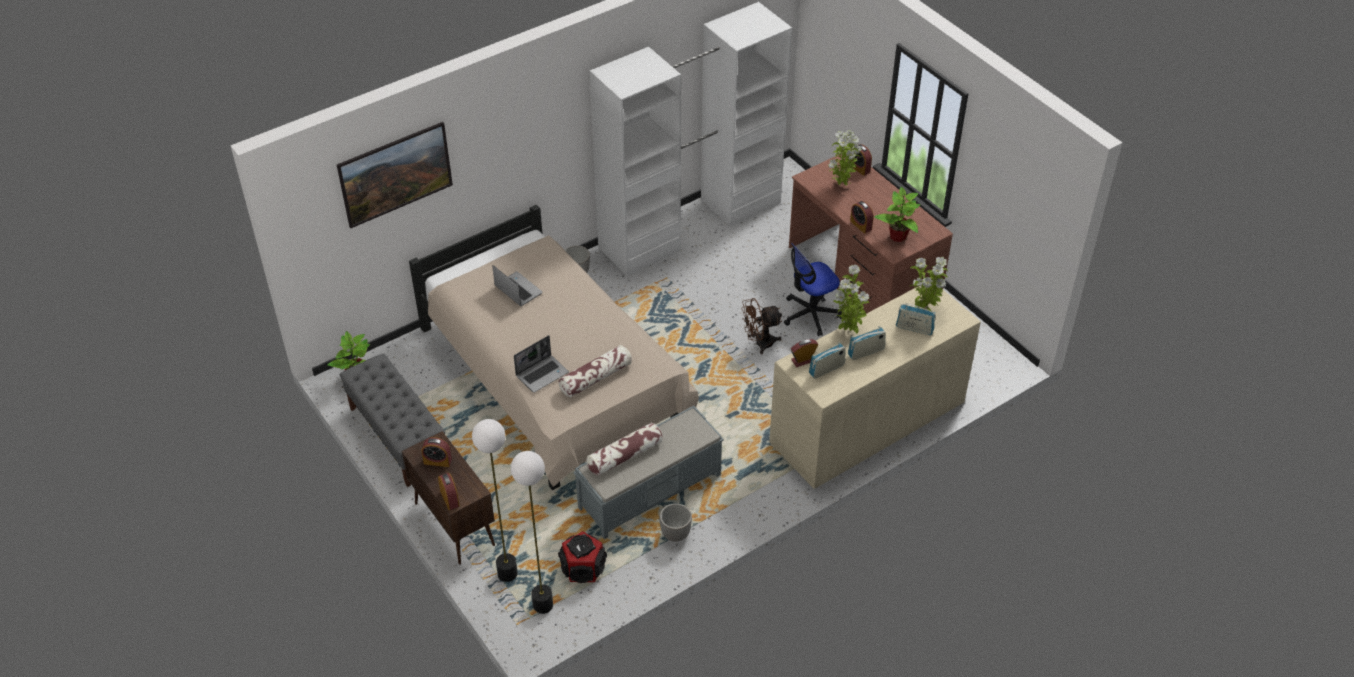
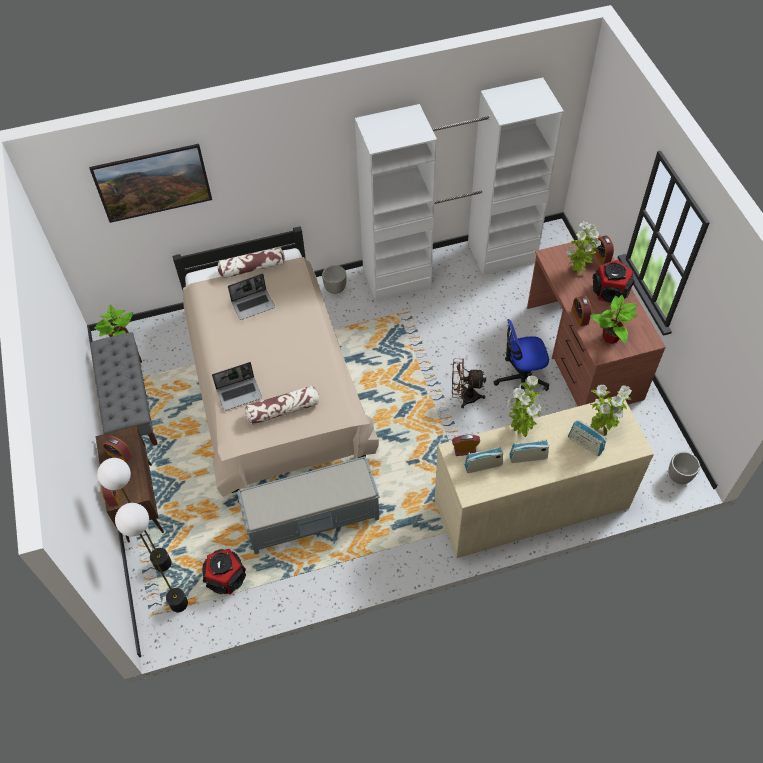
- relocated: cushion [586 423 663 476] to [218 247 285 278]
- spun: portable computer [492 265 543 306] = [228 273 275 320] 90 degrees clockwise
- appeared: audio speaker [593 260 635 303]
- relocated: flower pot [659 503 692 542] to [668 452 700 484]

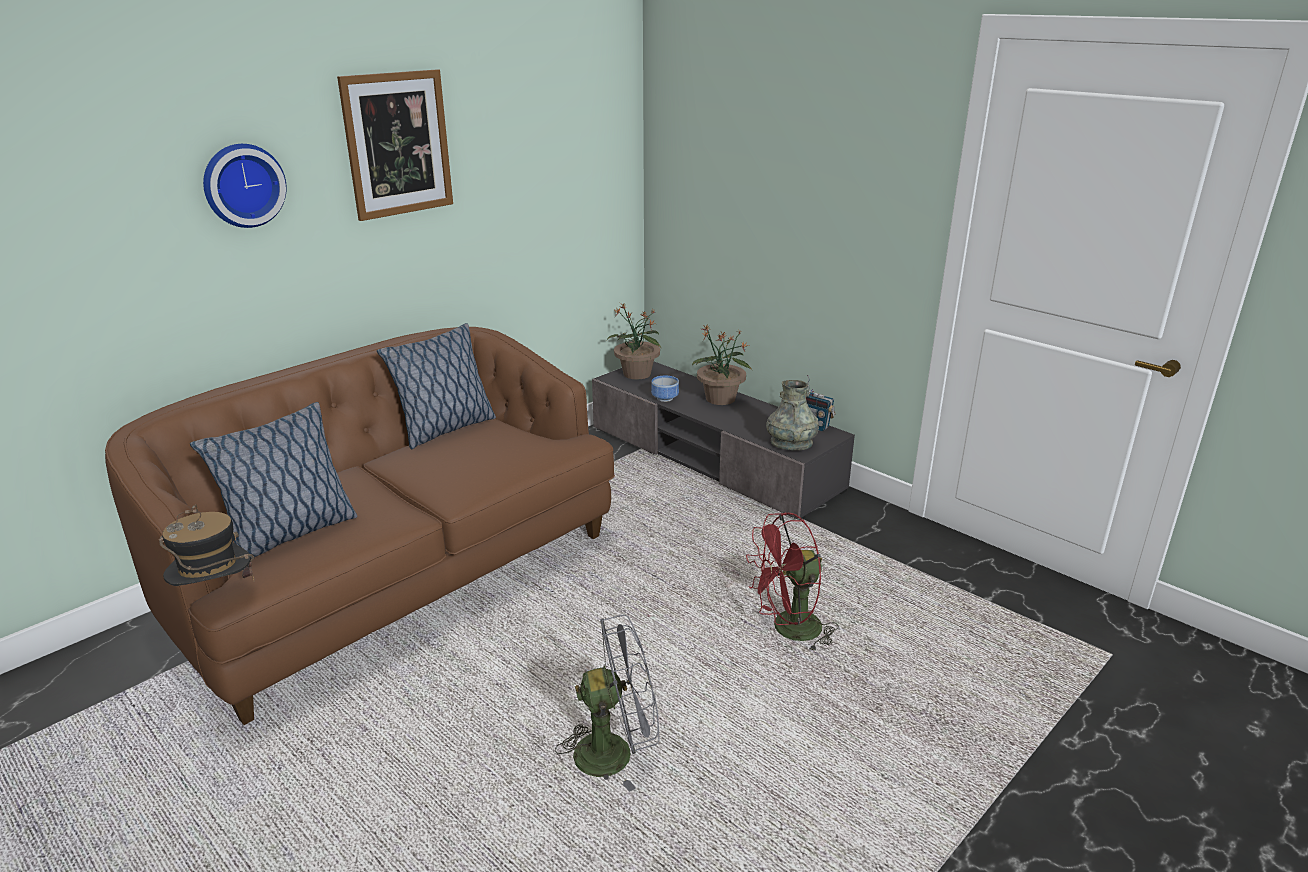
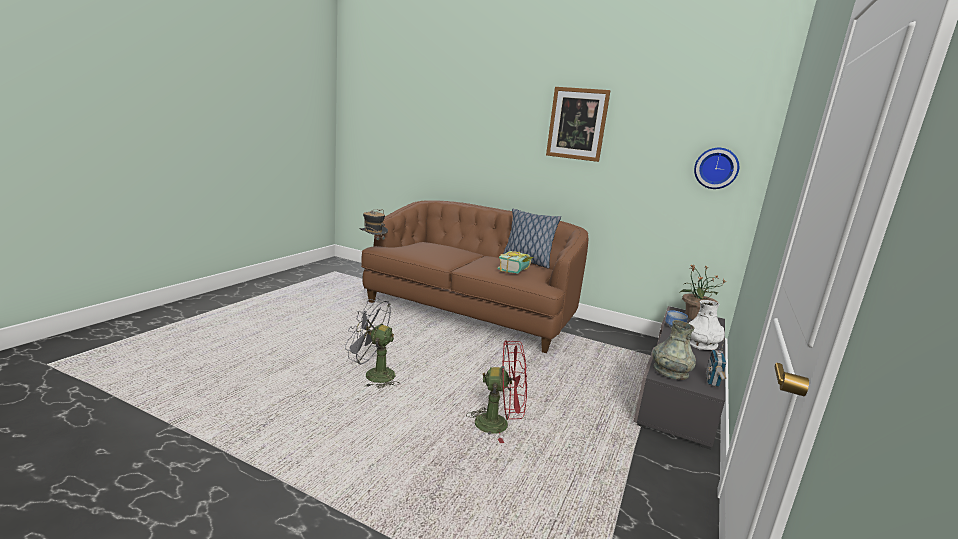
- spun: grey cooling fan [555 614 660 792] = [345 298 400 389] 135 degrees clockwise
- spun: reddish cooling fan [746 512 838 653] = [466 340 527 443] 135 degrees clockwise
- appeared: volume [498 251 533 274]
- exchanged: houseplant [692 325 753 405] to white decorative vase [689 300 725 350]
- relocated: hanging clock [203 144 287 228] to [694 148 739 189]
- missing: cushion [190 402 358 558]

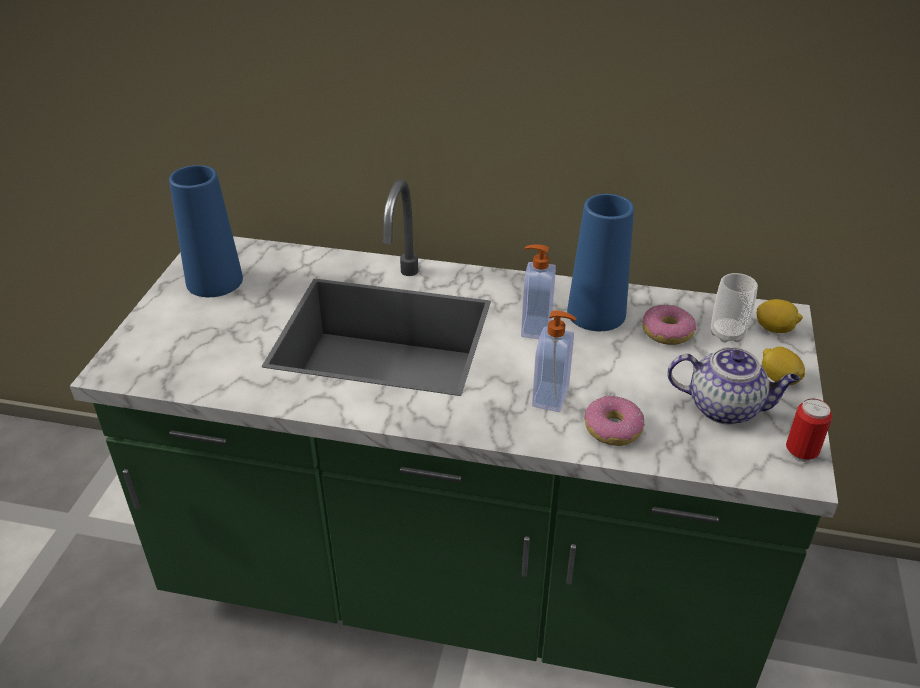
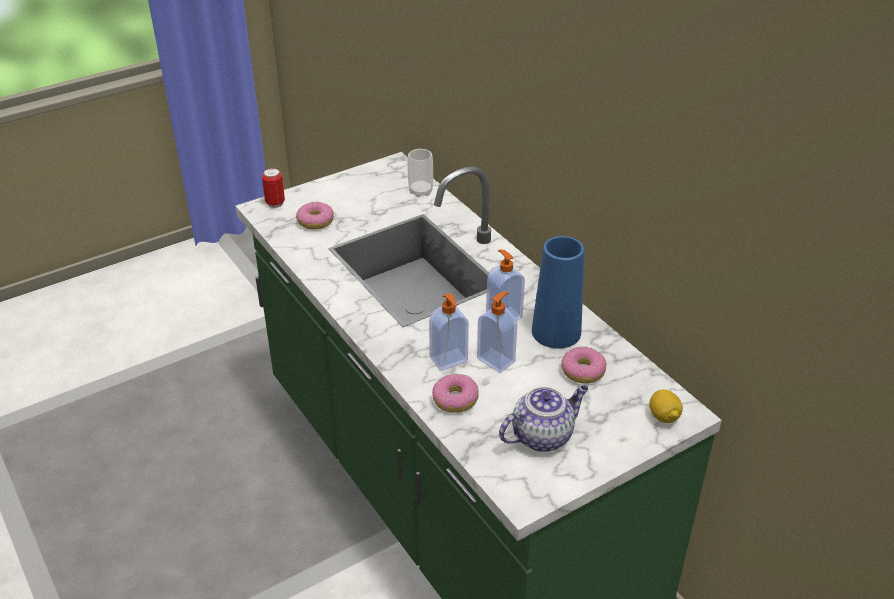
- relocated: sealed can [786 399 832 462] to [262 168 285 208]
- appeared: doughnut [296 202 334 230]
- relocated: cup [711 273 758 343] to [408 149 433 197]
- appeared: soap bottle [477 292 517 373]
- spun: pot for tea [667 347 800 425] = [499 385 588 452] 90 degrees counterclockwise
- missing: blue decorative vase [169 165 243 297]
- missing: whole lemon [762 347 805 385]

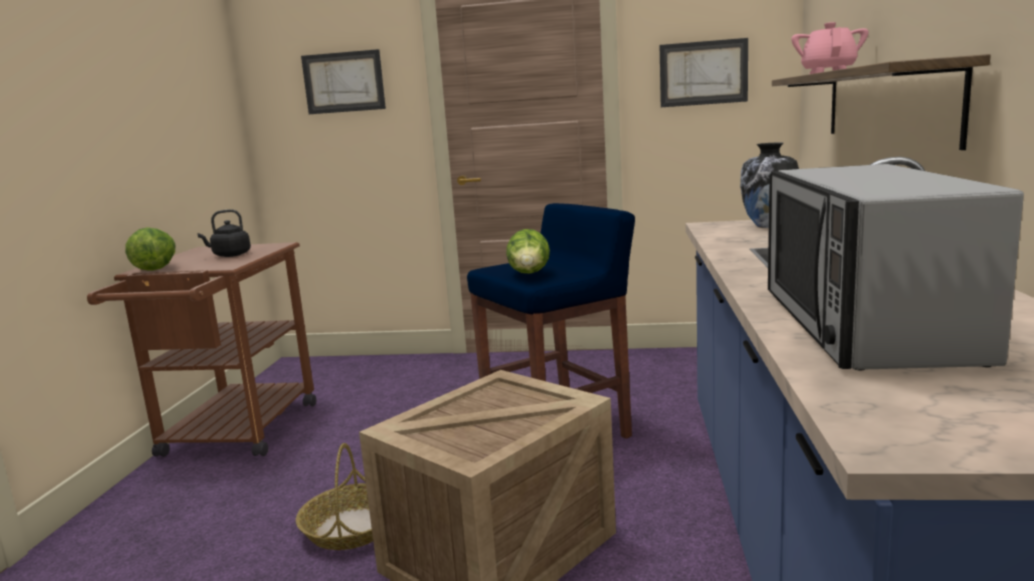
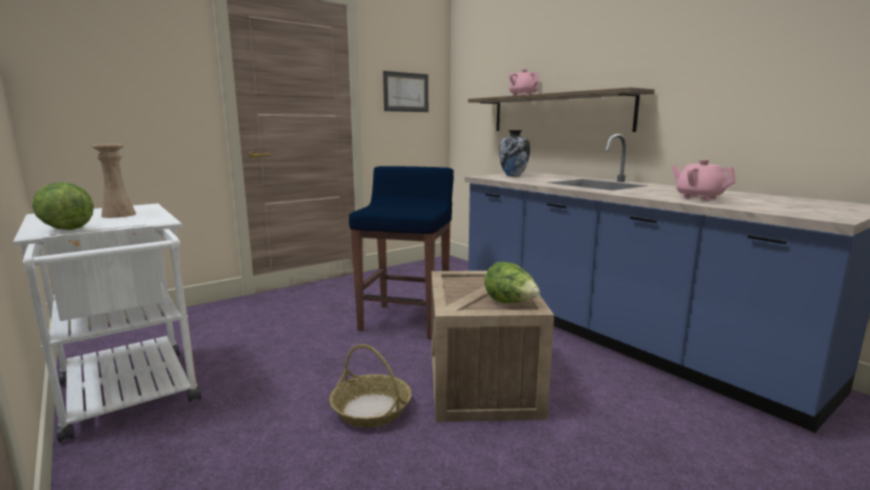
- colour: brown cart [87 242 316 457] to white cart [13 204 201 442]
- exchanged: blackish tea kettle [198 209 251 257] to beige-coloured decorative vase [91 144 136 218]
- relocated: head of lettuce [506 229 550 274] to [484 262 540 303]
- exchanged: microwave oven [768 164 1024 371] to pink pot for tea [671 159 736 201]
- missing: picture [301 49 386 114]

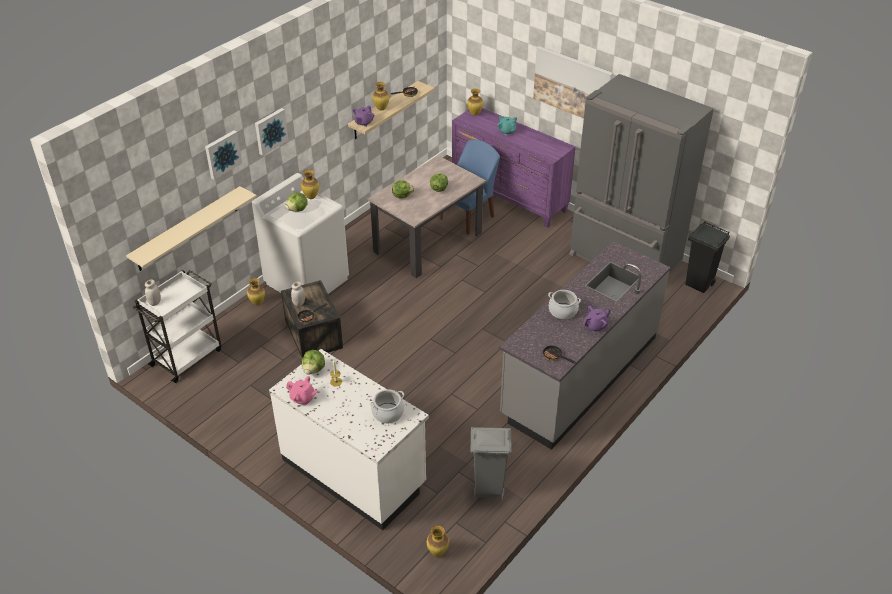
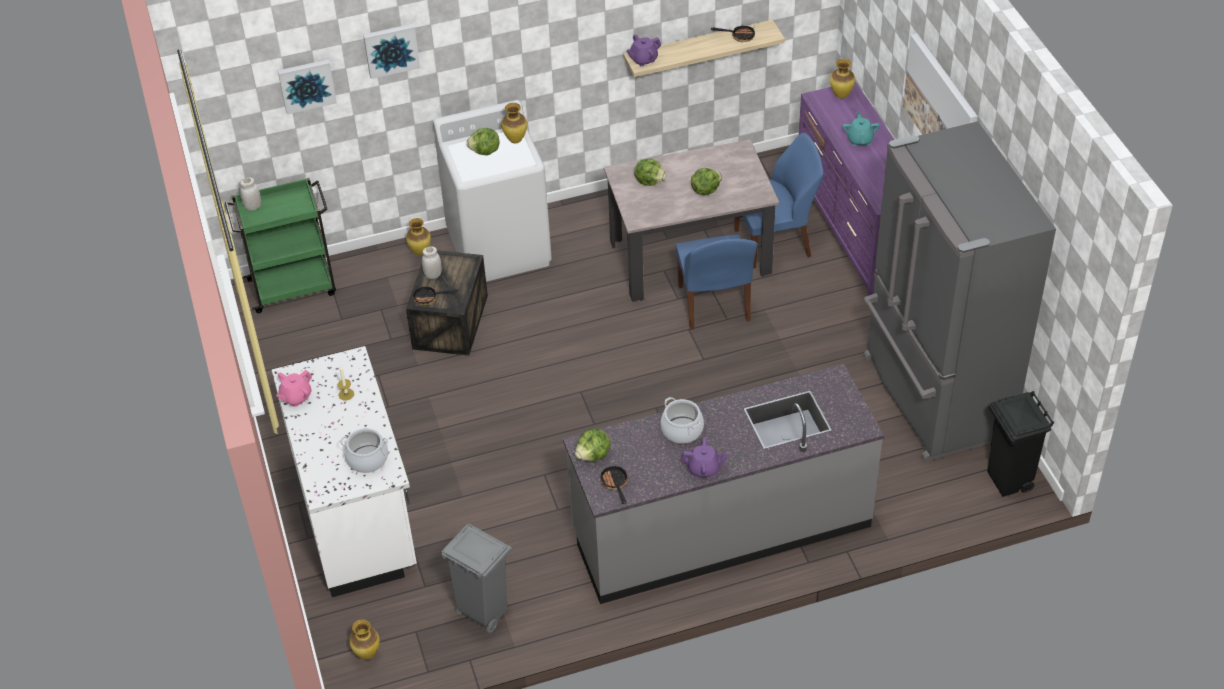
- colour: white cart [132 270 221 383] to greenish cart [225 178 336 313]
- spun: pink pot for tea [286 376 318 405] = [276 370 312 407] 75 degrees clockwise
- relocated: picture [255 108 288 156] to [278 60 337 114]
- relocated: head of lettuce [302 350 325 375] to [575 429 611 461]
- appeared: blue upright chair [676 235 757 330]
- missing: beige-coloured bracket shelf [126 186 257 271]
- missing: decorative vase [372 82 389 111]

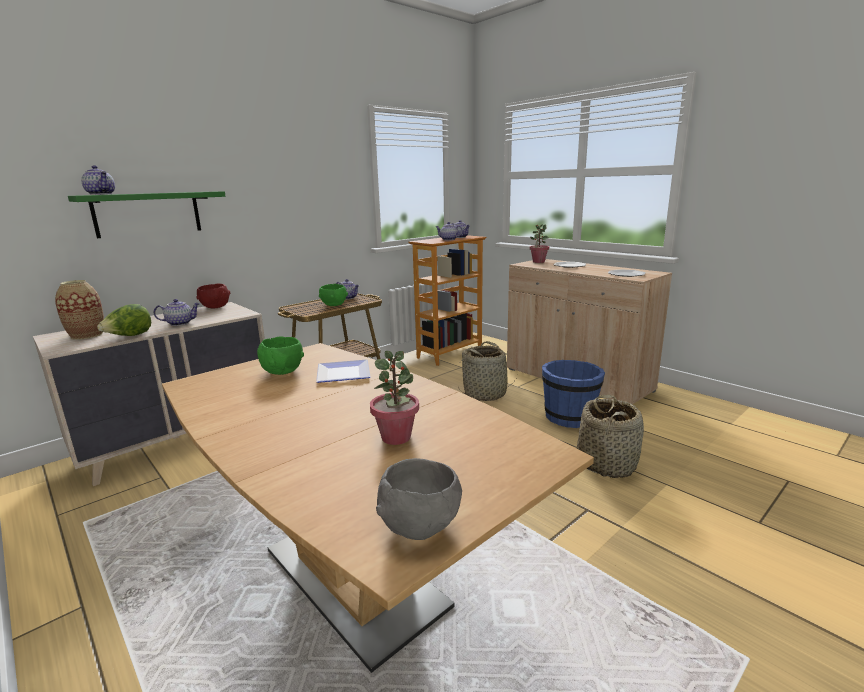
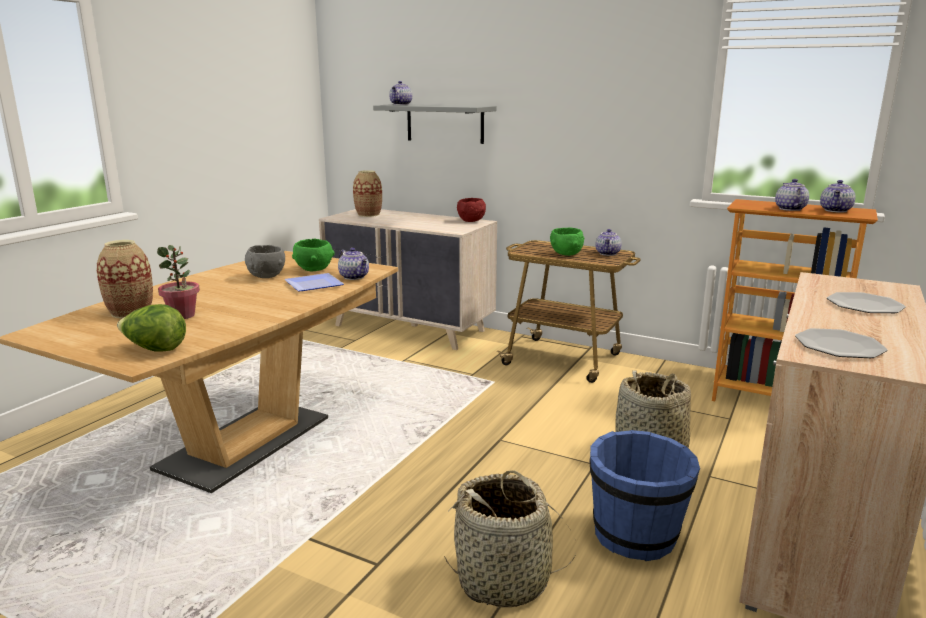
- appeared: decorative vase [97 240 153 318]
- relocated: head of lettuce [97 304 151 336] to [117 304 186 351]
- relocated: grey bowl [376 458 462 540] to [245 245 285 278]
- relocated: pot for tea [154 299 200 326] to [338 248 369 280]
- colour: greenish bracket shelf [68 191 226 238] to grey bracket shelf [373 104 497 144]
- missing: houseplant [529 224 549 263]

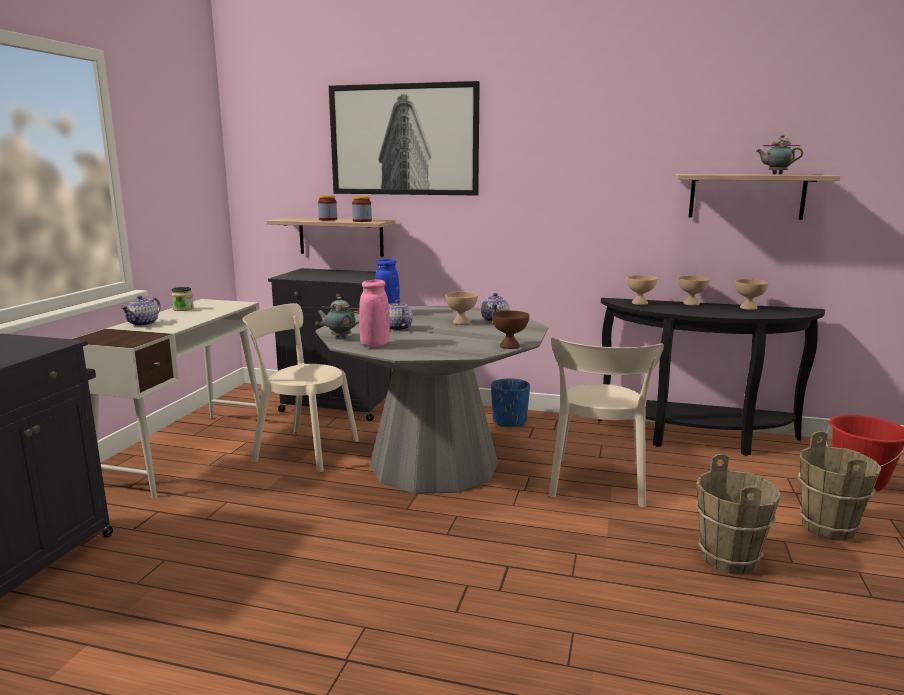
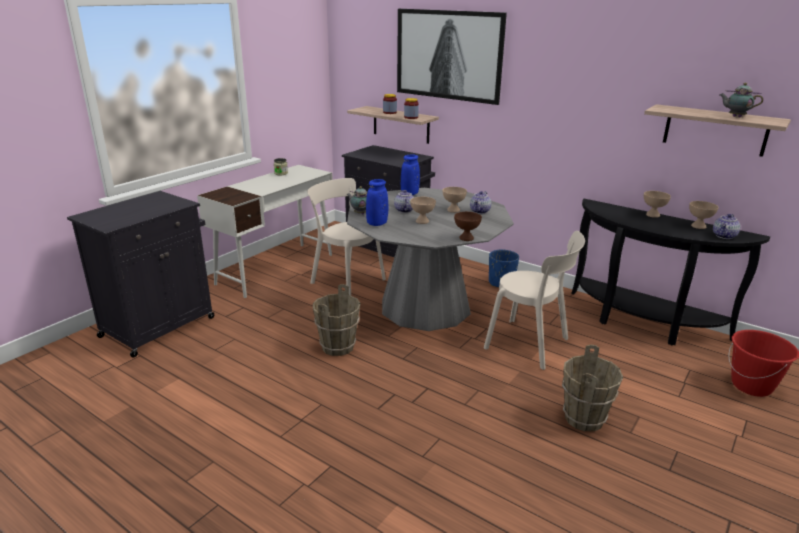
- relocated: brown bucket [798 431 882 541] to [313 284 360 356]
- colour: pink decorative vase [359 280 390 347] to blue decorative vase [366 179 388 226]
- relocated: beige-coloured bowl [626 275 657 305] to [410 197 436 224]
- spun: beige-coloured upright chair [548 337 664 507] = [484 231 585 370] 90 degrees counterclockwise
- relocated: pot for tea [121 295 161 326] to [713 214 740 239]

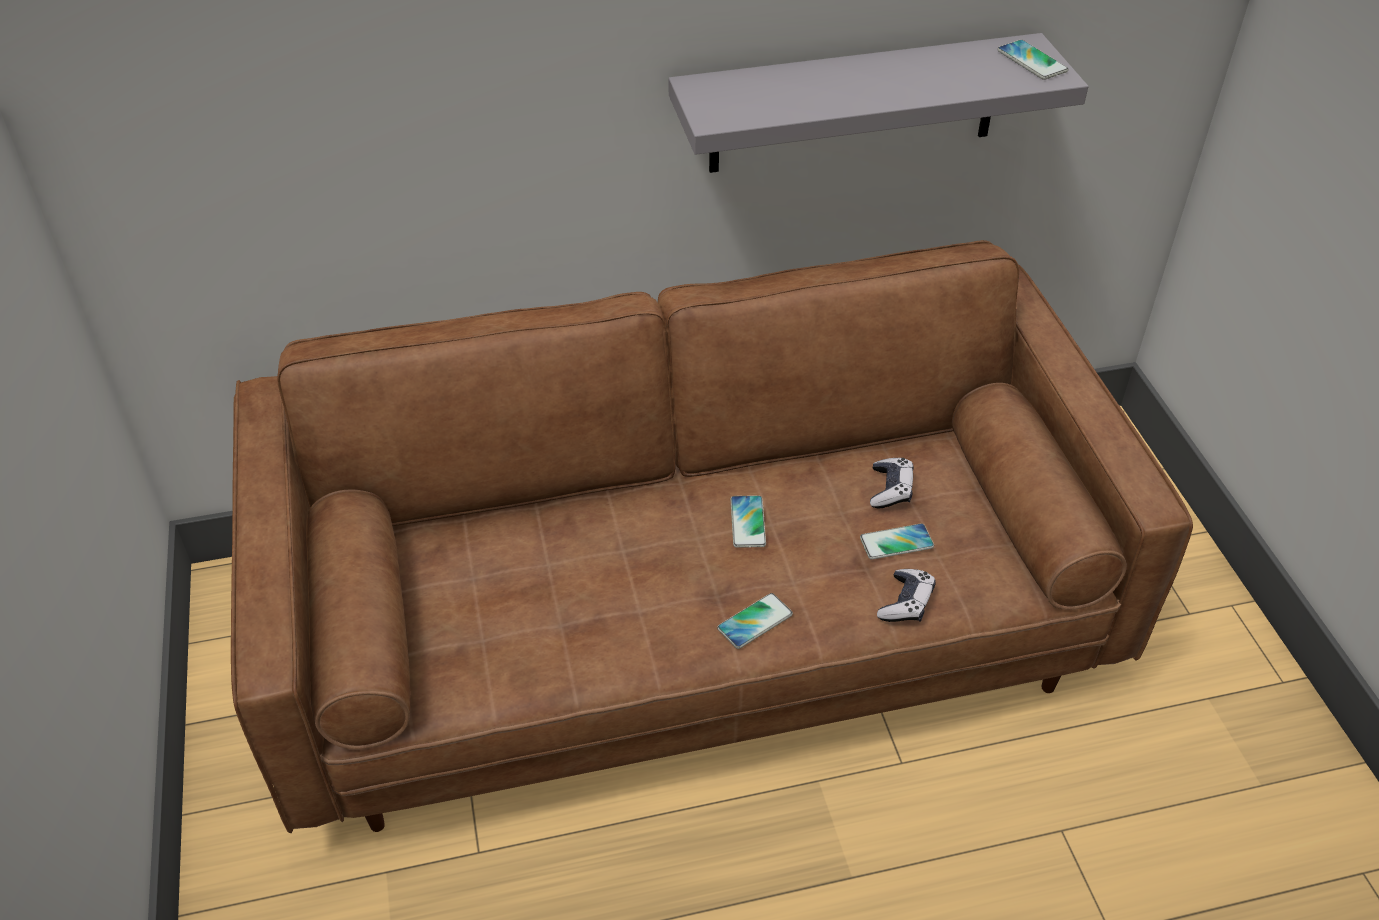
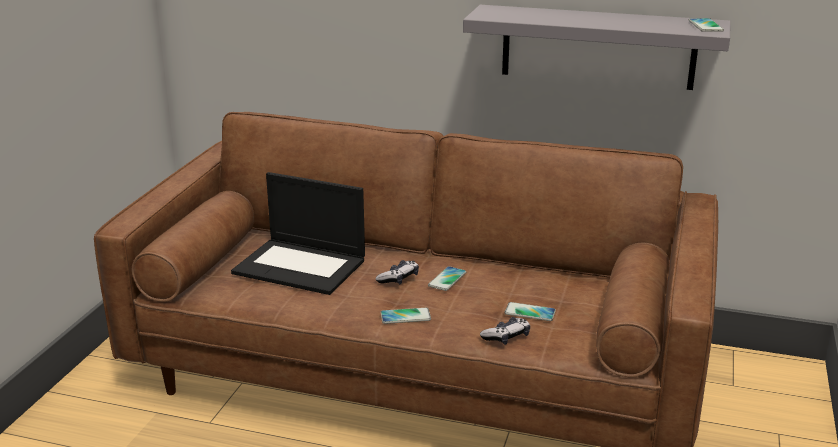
- appeared: portable computer [231 172 365 295]
- relocated: game controller [870 458 914 508] to [375 260 419 285]

